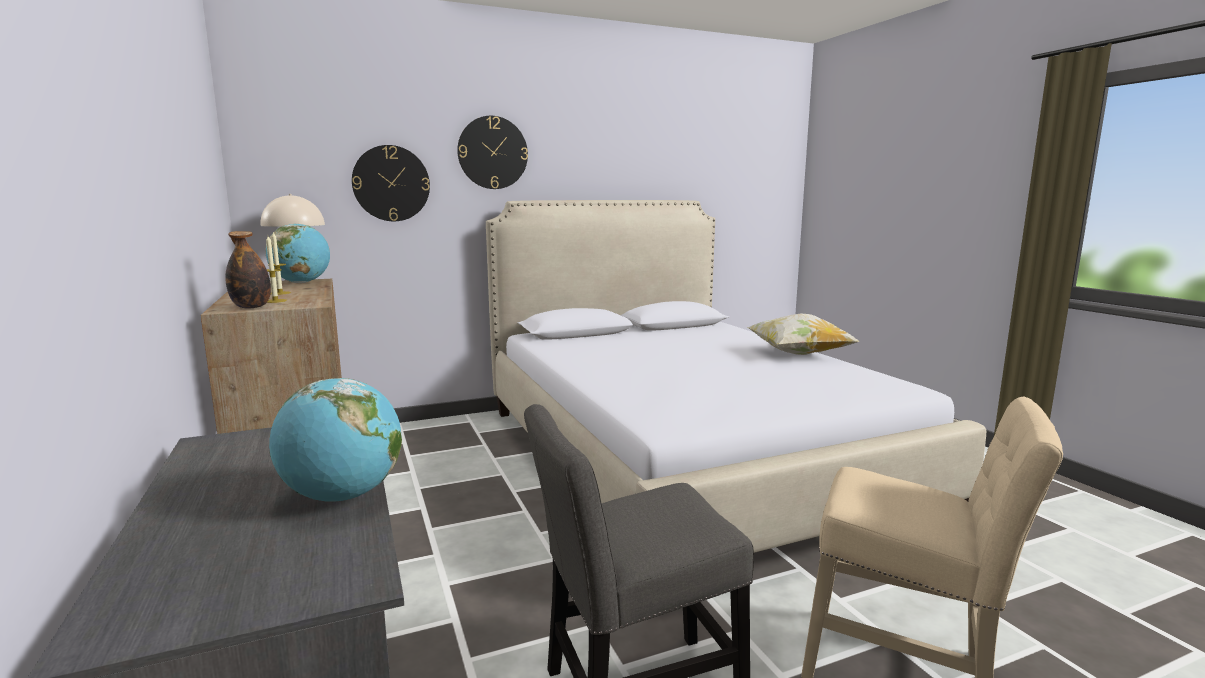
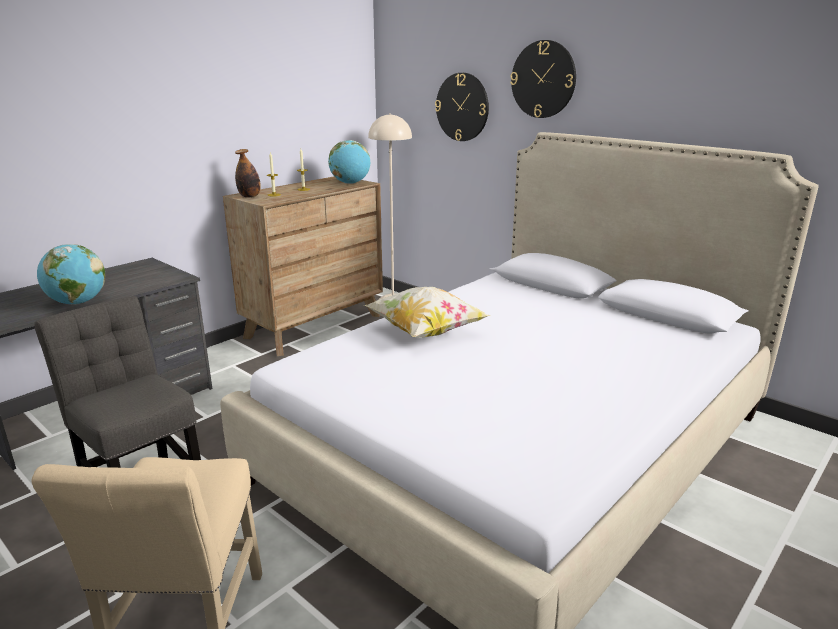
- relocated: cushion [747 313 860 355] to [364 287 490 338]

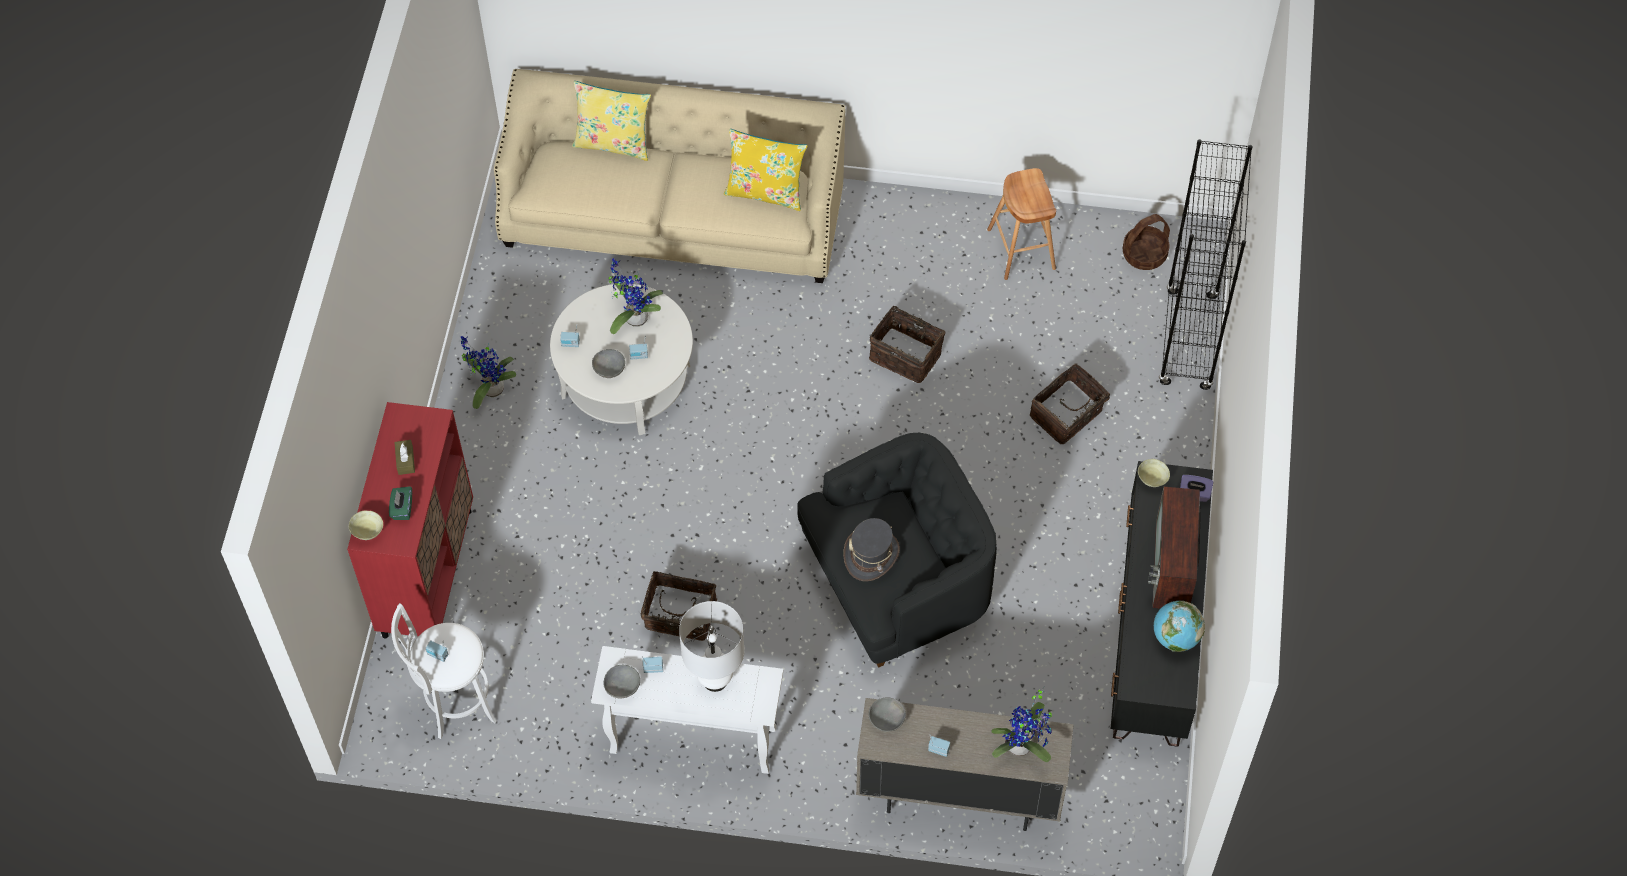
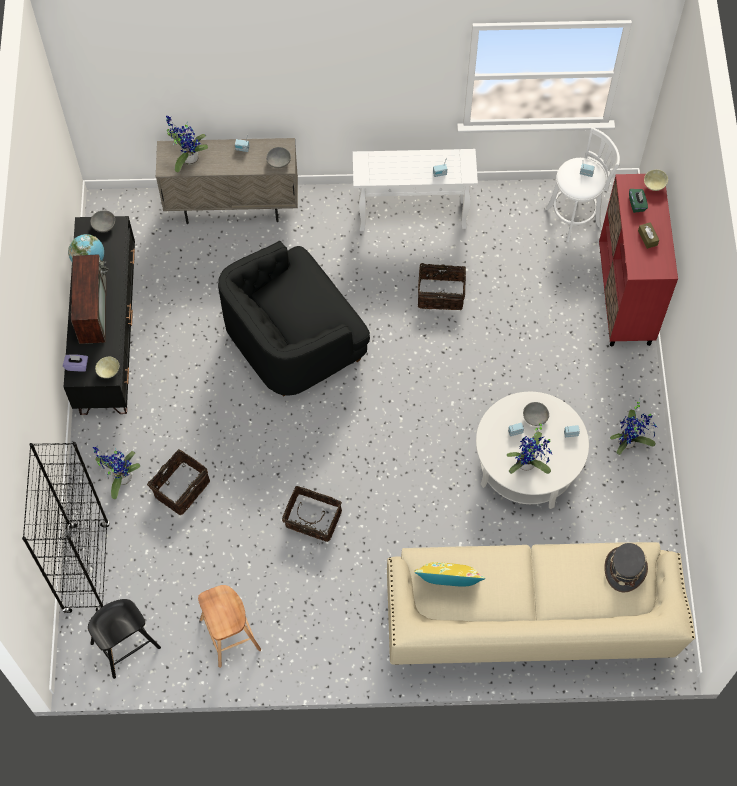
- exchanged: basket [1123 214 1170 270] to blackish stool [88 599 161 679]
- relocated: grey bowl [604 665 640 698] to [90 210 115 232]
- appeared: houseplant [93 445 140 499]
- relocated: grey wearable hat [843 518 900 581] to [604 543 648 593]
- missing: yellow-coloured cushion [572 81 651 161]
- missing: white tabletop lamp [679 601 745 692]

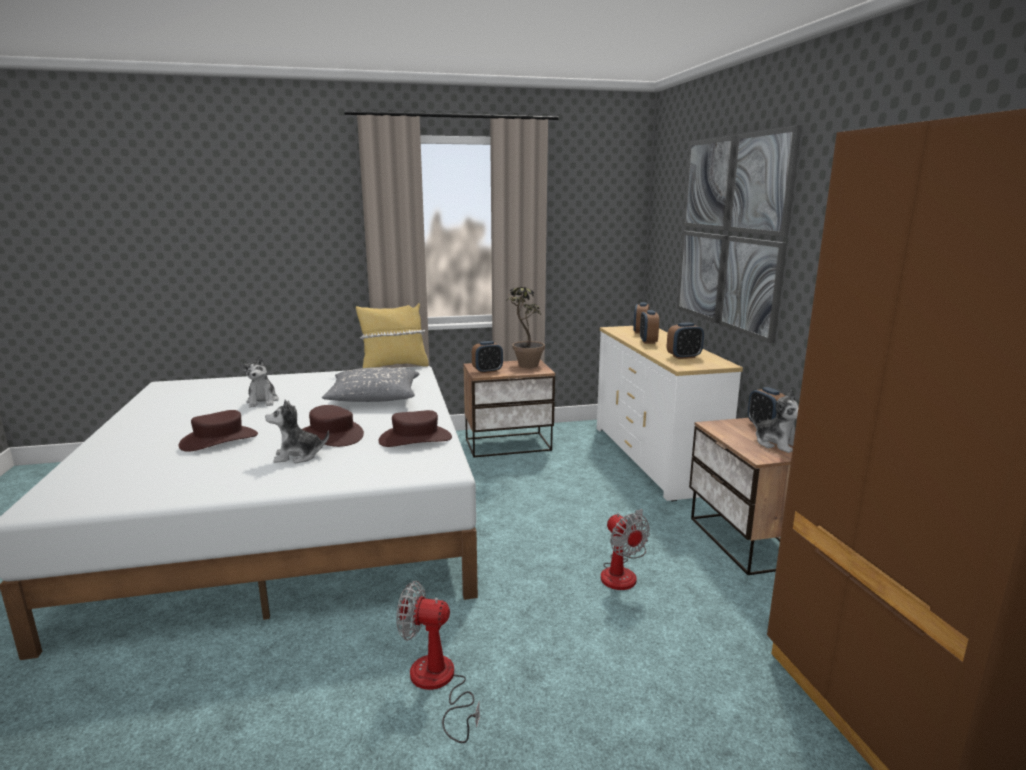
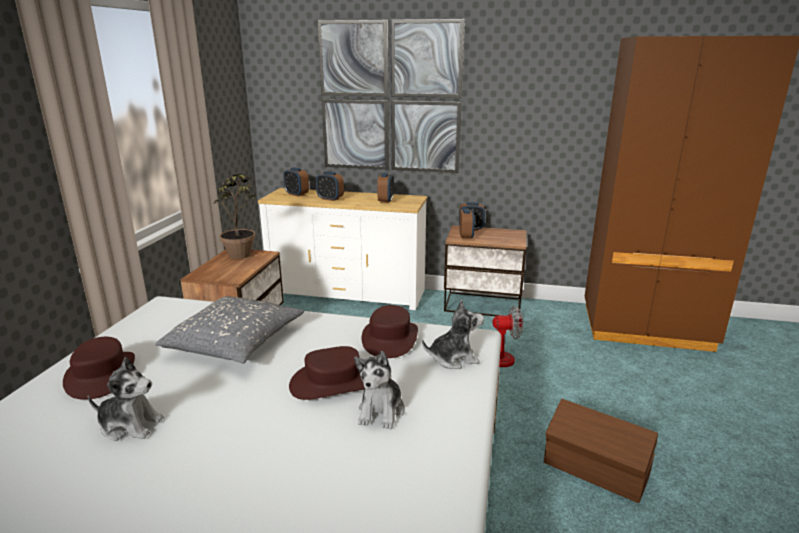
- relocated: brown wearable hat [178 410 258 452] to [63 337 135 400]
- relocated: cuddly toy [752 389 799 453] to [422 299 484 369]
- relocated: alarm clock [472 341 503 373] to [459 208 475 239]
- exchanged: cooling fan [396 581 480 743] to brown storage box [544 399 658 503]
- missing: yellow-coloured cushion [356 303 429 368]

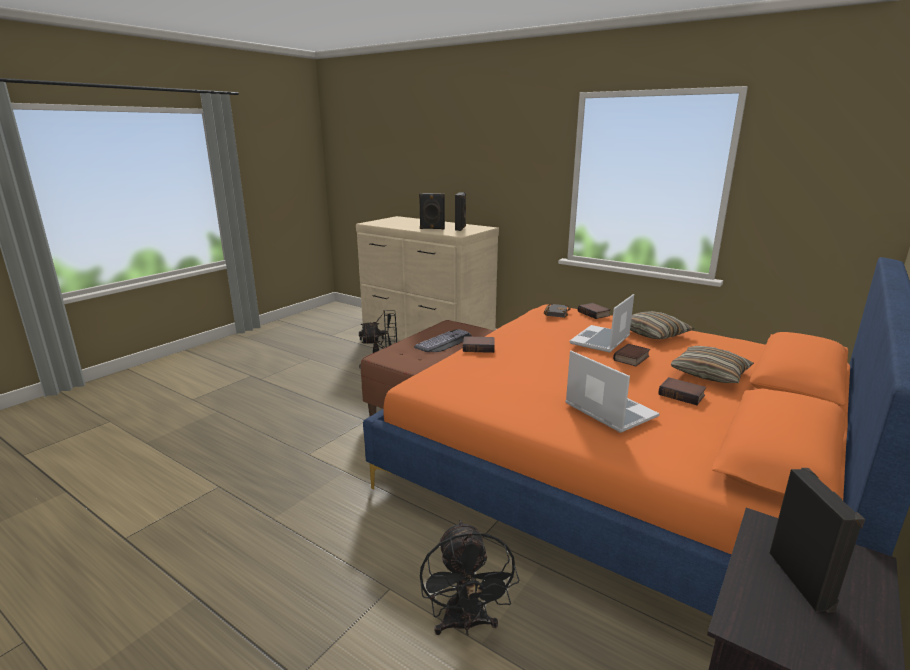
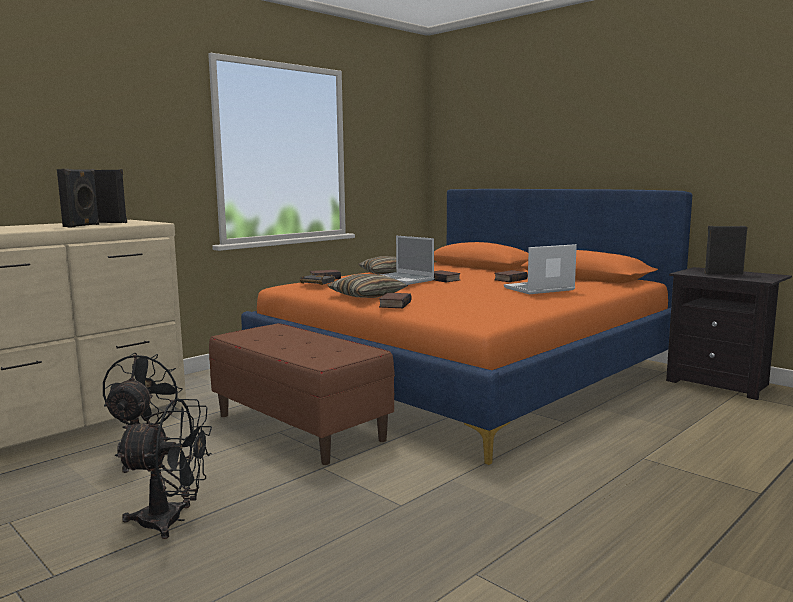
- relocated: blackish cooling fan [420 520 520 635] to [115 398 212 539]
- relocated: cushion [671 346 754 383] to [328 274 408 298]
- missing: keyboard [414 329 472 352]

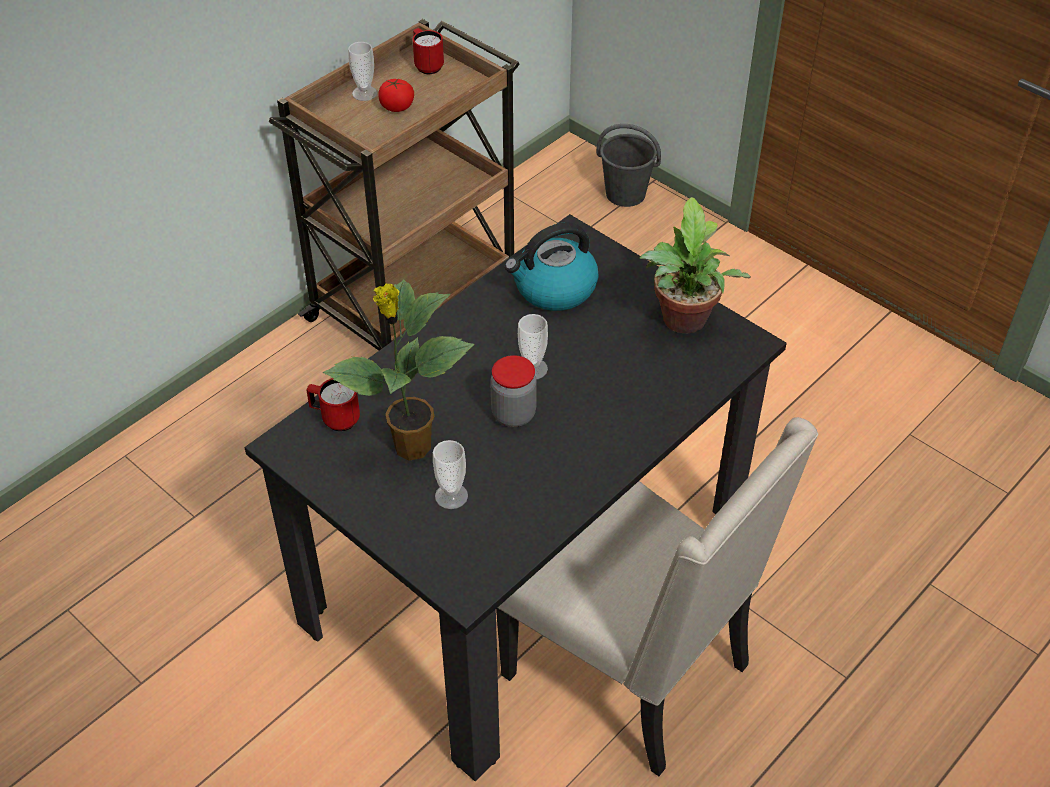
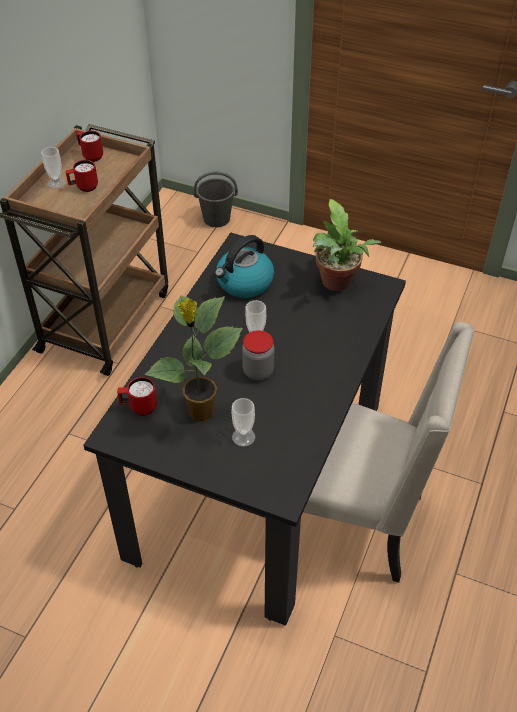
- exchanged: tomato [378 79 414 112] to reddish coffee mug [66 160 98 192]

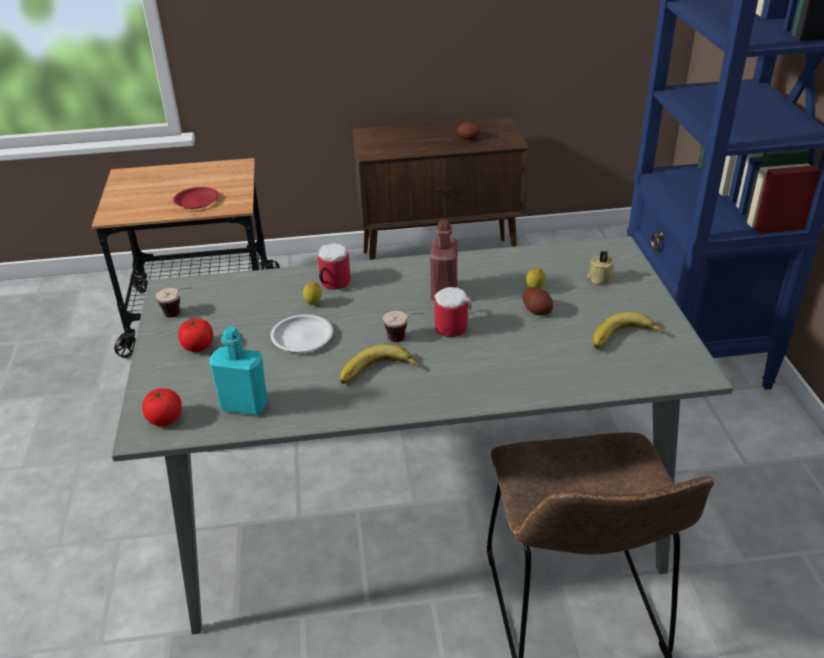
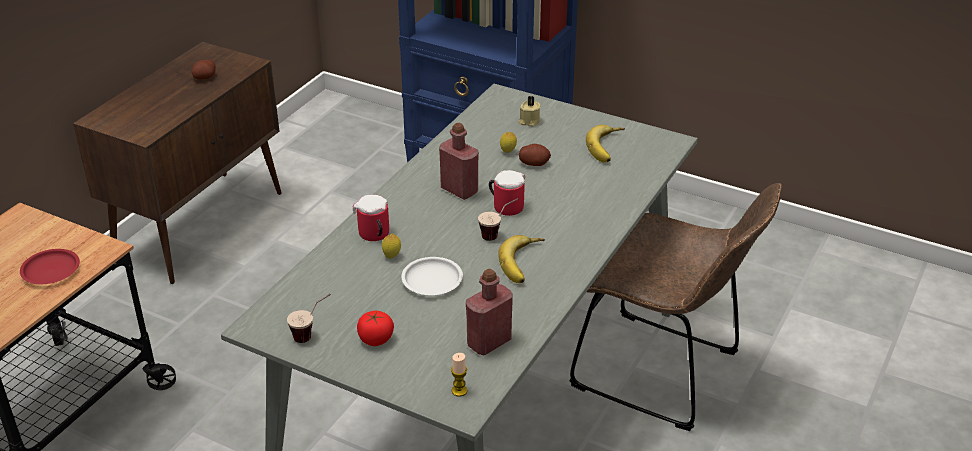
- exchanged: tomato [142 388 182 426] to wax candle [451 353 467 397]
- colour: blue-green bottle [209 326 268 415] to reddish bottle [466 269 513 356]

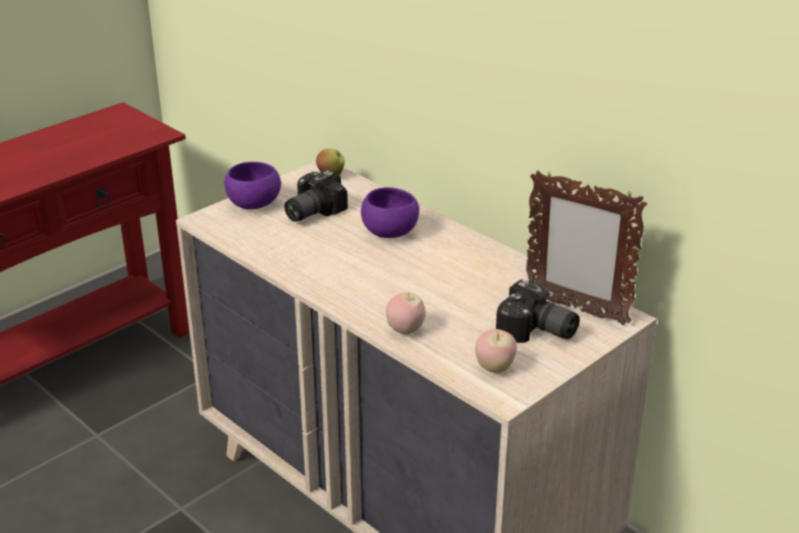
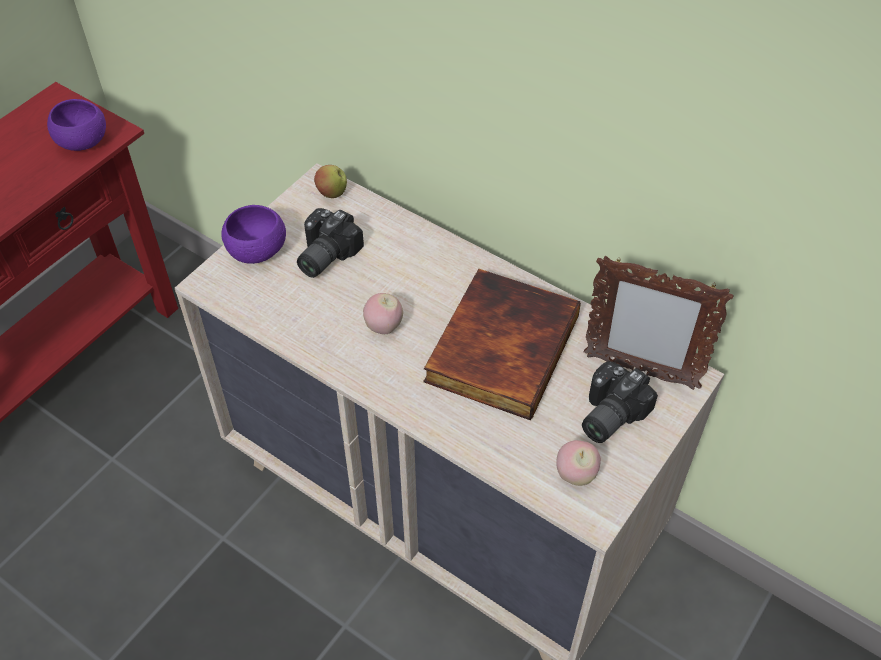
- relocated: purplish bowl [361 187 419 238] to [47 99 106 151]
- relocated: whole apple [386 292 426 335] to [363 293 403 334]
- appeared: volume [423 268 581 420]
- spun: still camera [496 279 580 343] = [582 361 658 443] 105 degrees clockwise

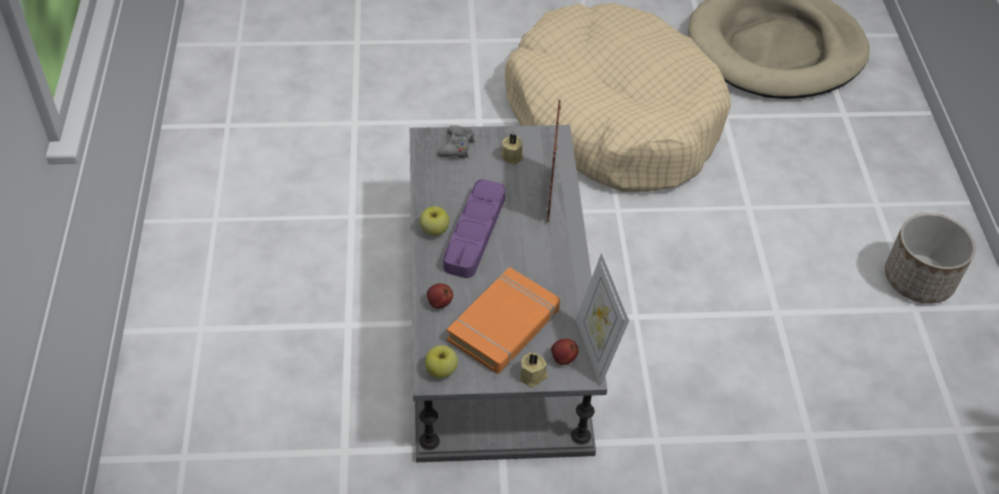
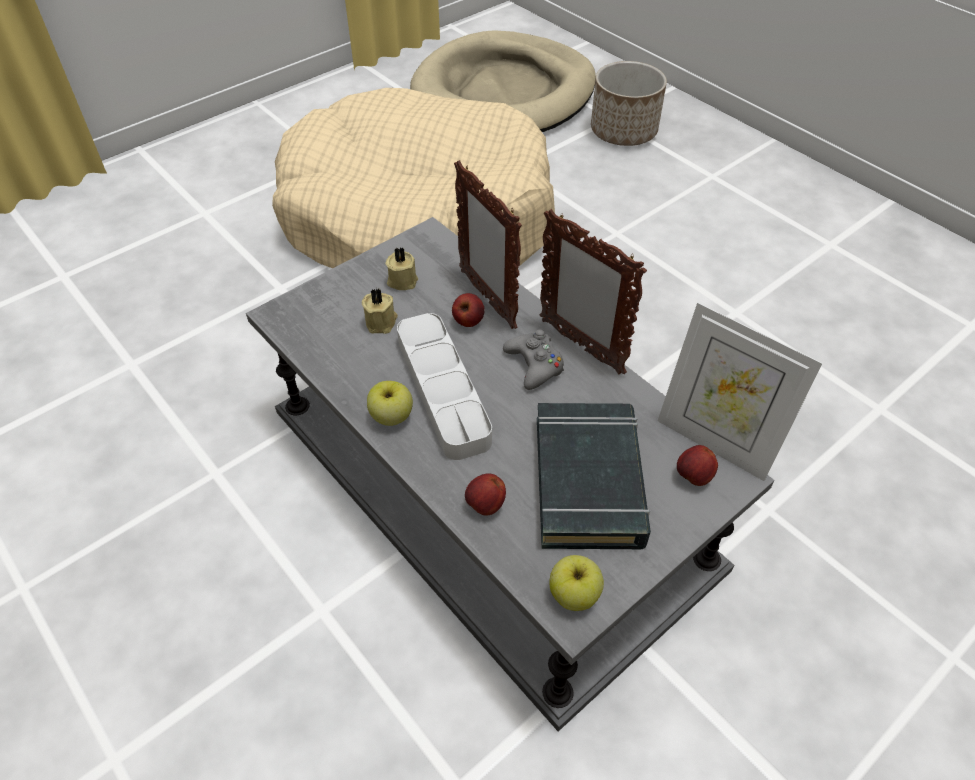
- relocated: beige-coloured wax candle [519 353 547 387] to [362 288 398 334]
- colour: purplish tray [443 179 505 278] to grey tray [397 313 492 460]
- appeared: whole apple [452 293 485 327]
- relocated: grey game controller [438 125 475 158] to [503 329 564 390]
- colour: orange-coloured volume [447 267 560 374] to blackish volume [537 403 651 549]
- appeared: picture frame [539 209 647 374]
- relocated: flower pot [885 213 976 303] to [591 61 667 146]

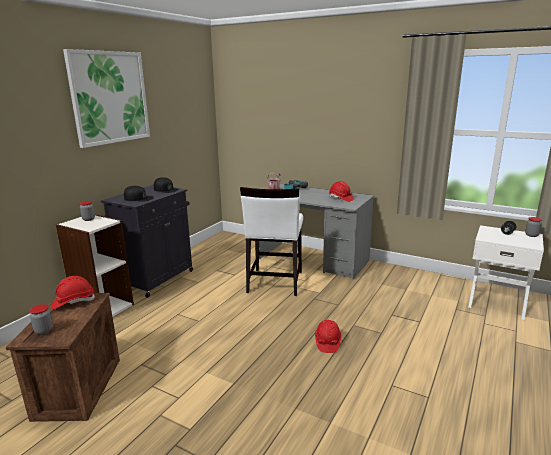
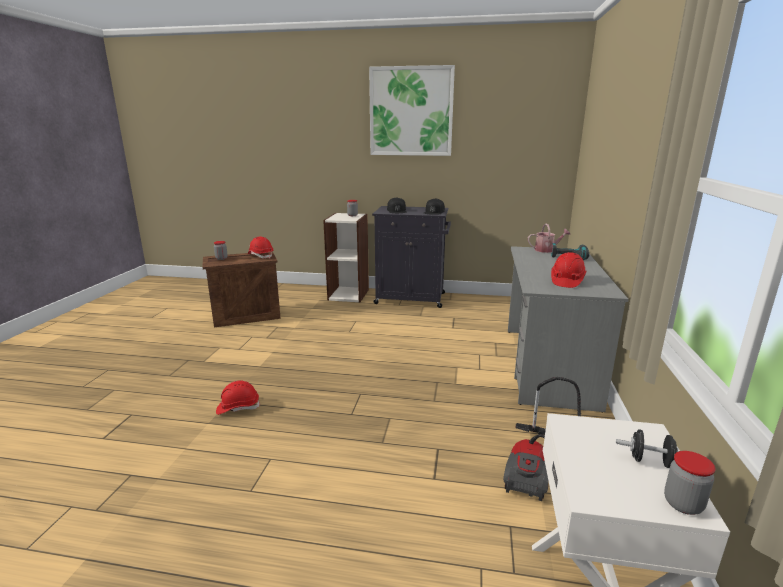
- relocated: reddish safety helmet [315 320 341 353] to [216 380 260 415]
- appeared: vacuum [503 377 581 501]
- missing: white upright chair [240 187 303 296]

